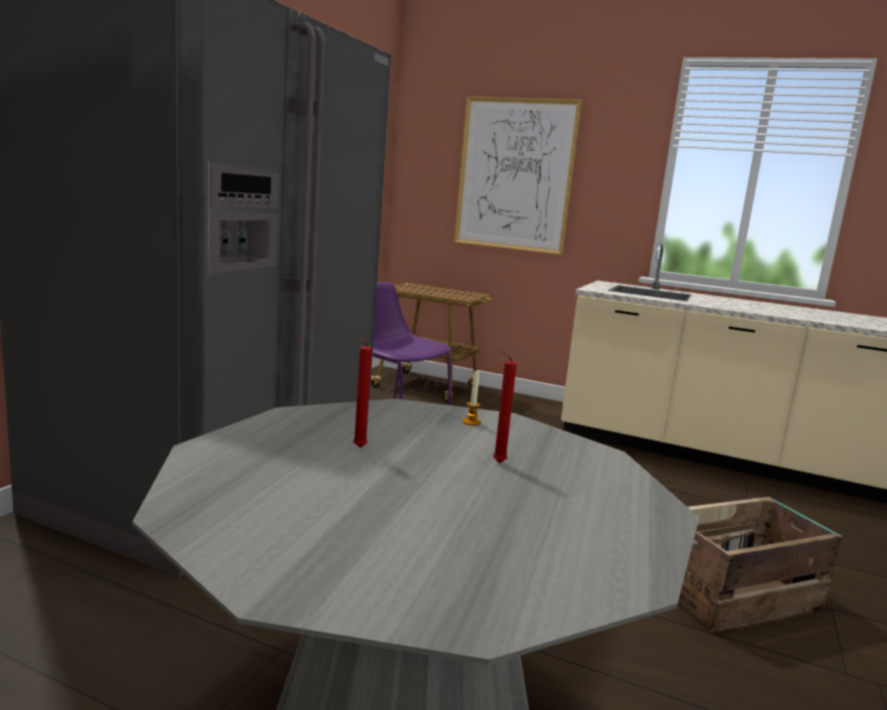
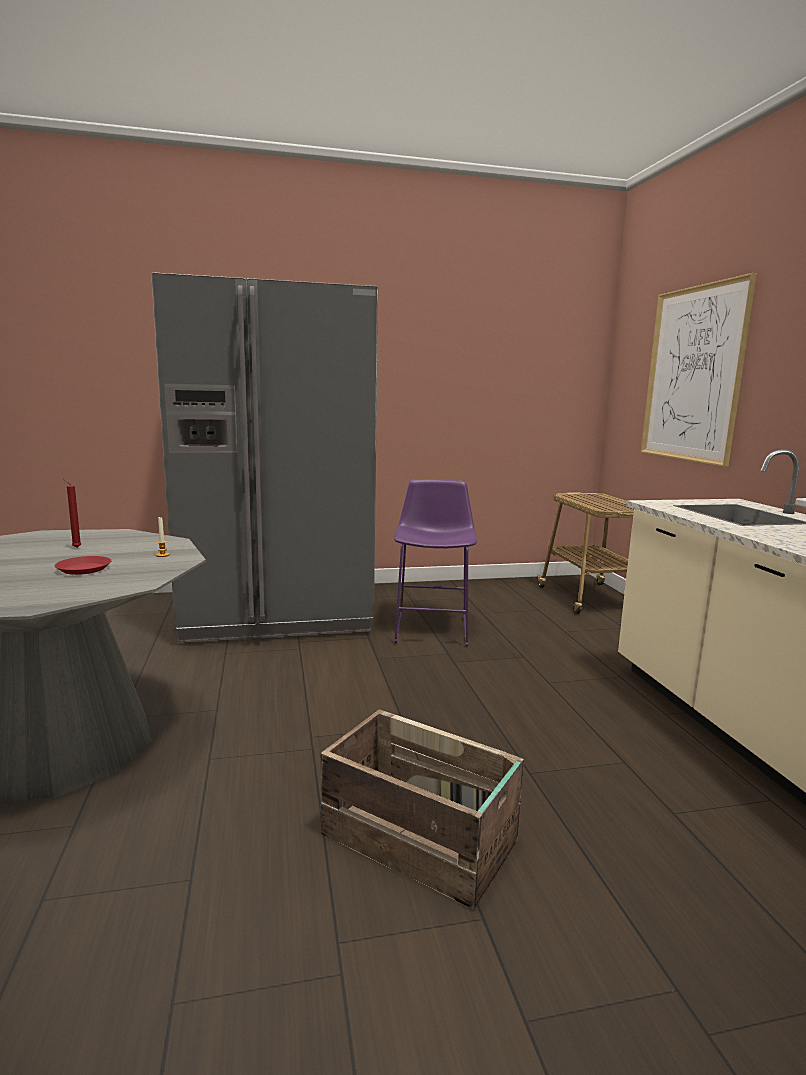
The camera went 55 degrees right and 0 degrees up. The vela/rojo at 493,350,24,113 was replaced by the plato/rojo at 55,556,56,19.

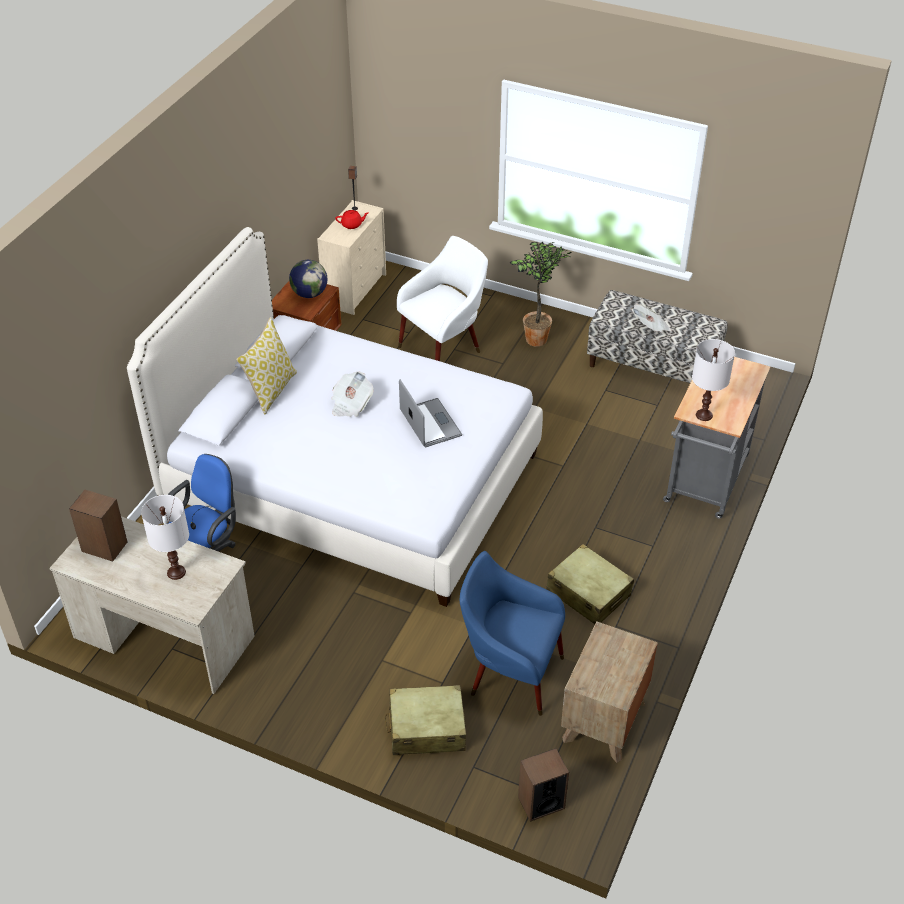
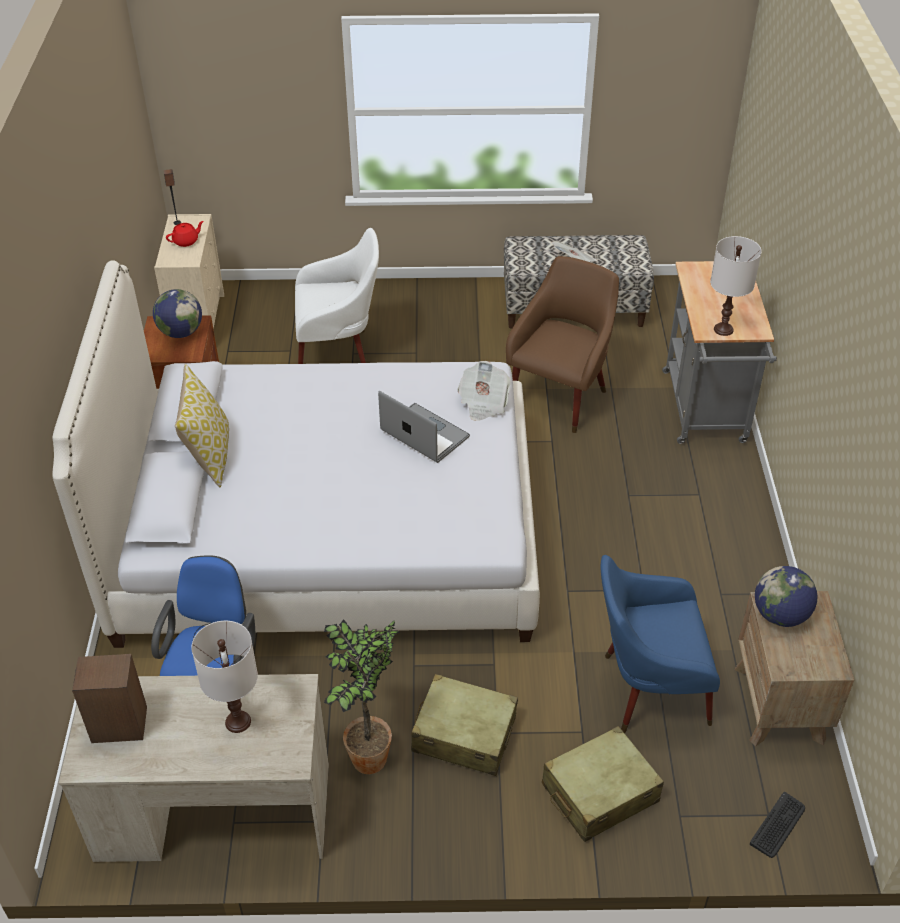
The camera went 25 degrees left and 0 degrees up. The sillón/blanco at 397,236,91,125 turned 60 degrees clockwise. The planta en maceta moved from 509,242,62,105 to 324,619,76,155. The periódico moved from 331,371,42,46 to 457,361,54,60. The maleta/beis moved from 546,544,88,80 to 411,674,107,102. The altavoz at 518,748,51,74 was replaced by the teclado at 750,792,55,66. The sillón/marrón at 506,256,113,177 appeared. The globo terráqueo at 755,566,62,61 appeared.

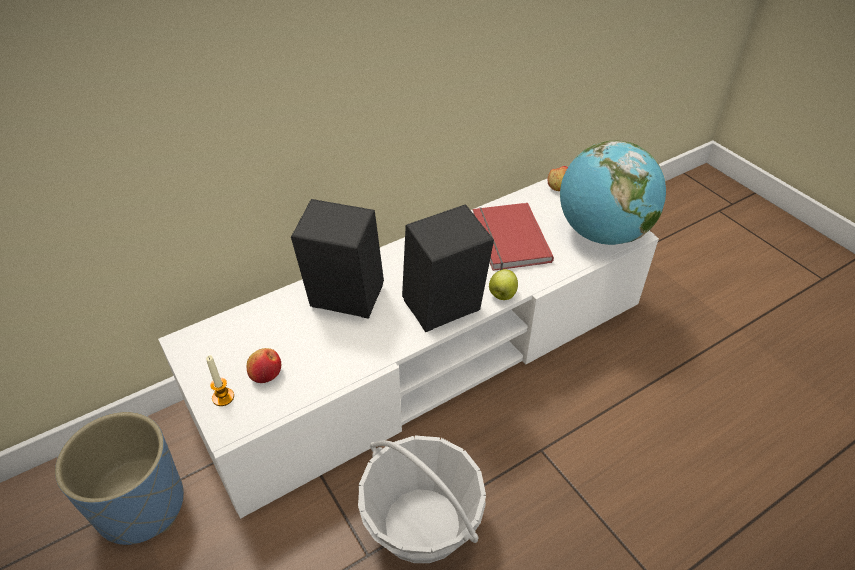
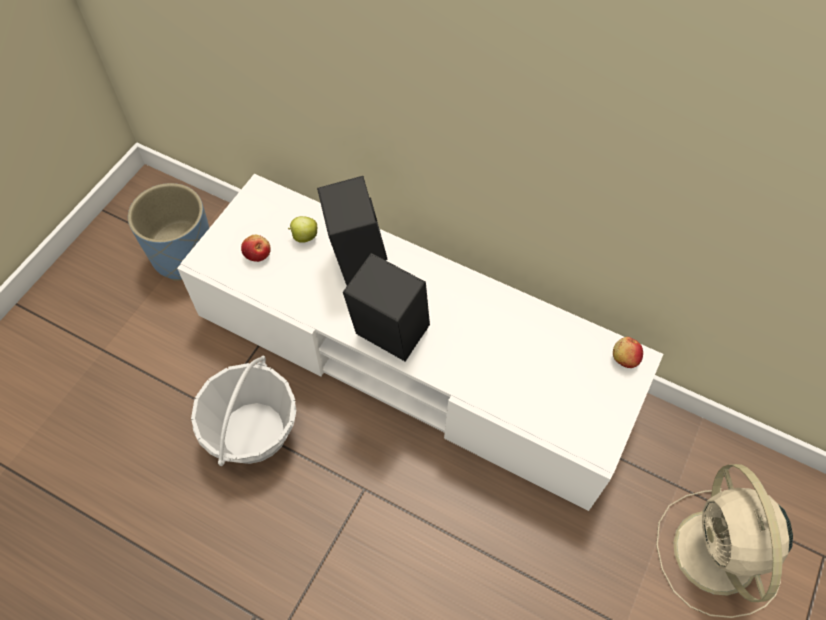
The camera went 60 degrees right and 15 degrees up. The globo terráqueo at 560,140,106,105 disappeared. The libro/rojo at 473,203,81,68 disappeared. The manzana moved from 489,269,29,31 to 288,216,29,27. The vela at 206,355,28,51 disappeared. The ventilador/beis at 656,464,137,154 appeared.

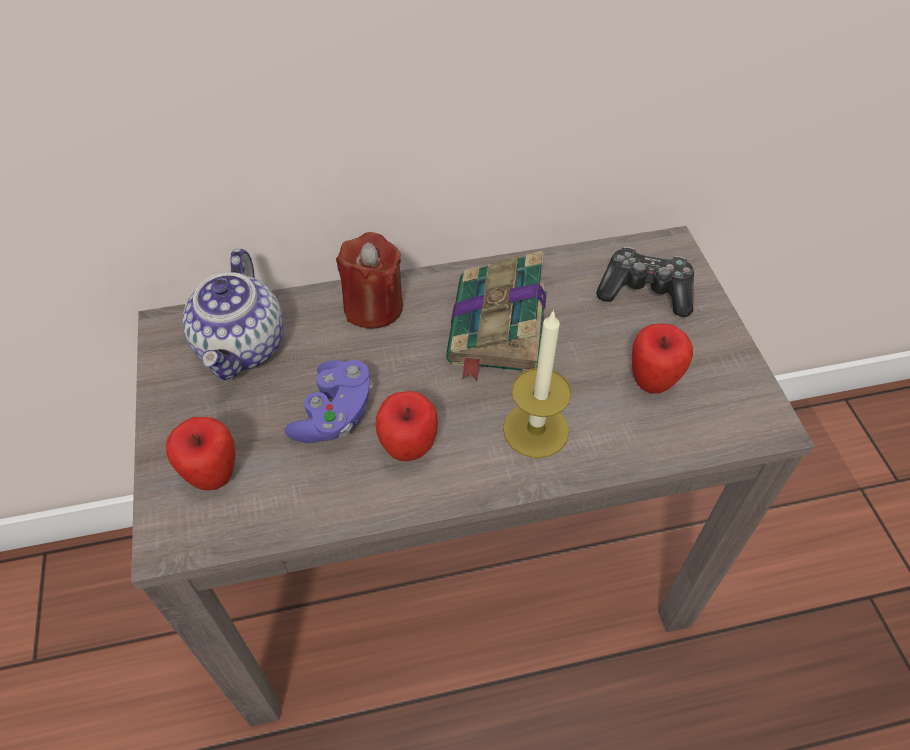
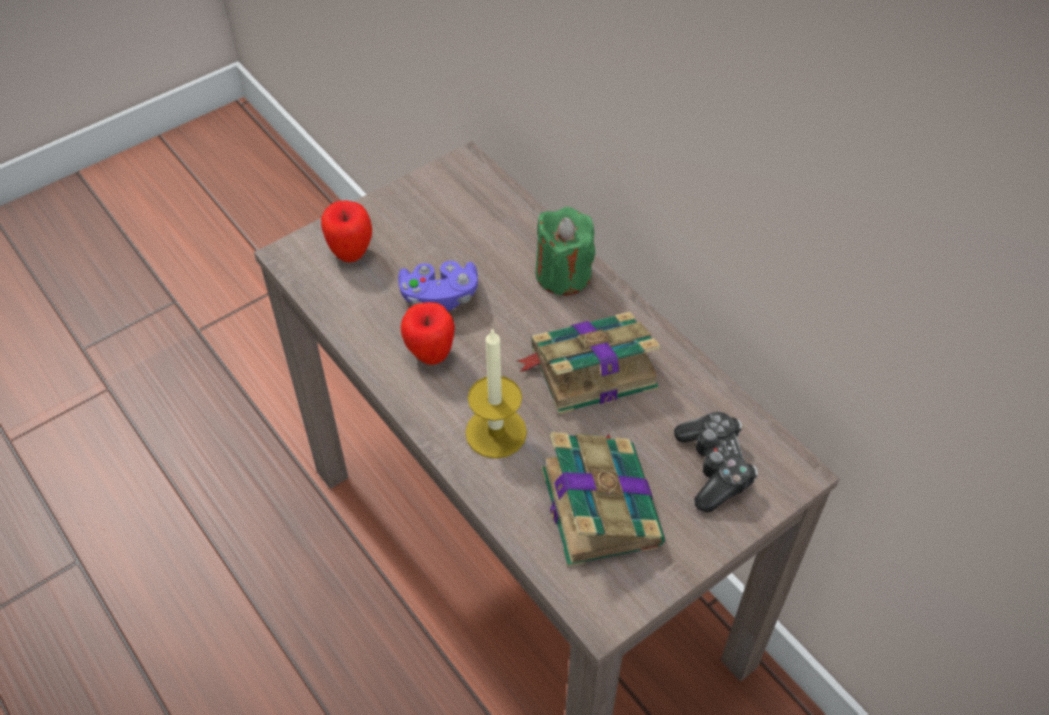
The camera went 65 degrees right and 0 degrees up. The vela/rojo at 336,232,67,97 became the vela/verde at 535,207,61,88. The tetera at 183,249,101,131 disappeared. The manzana at 632,323,61,71 was replaced by the libro at 541,432,124,135.

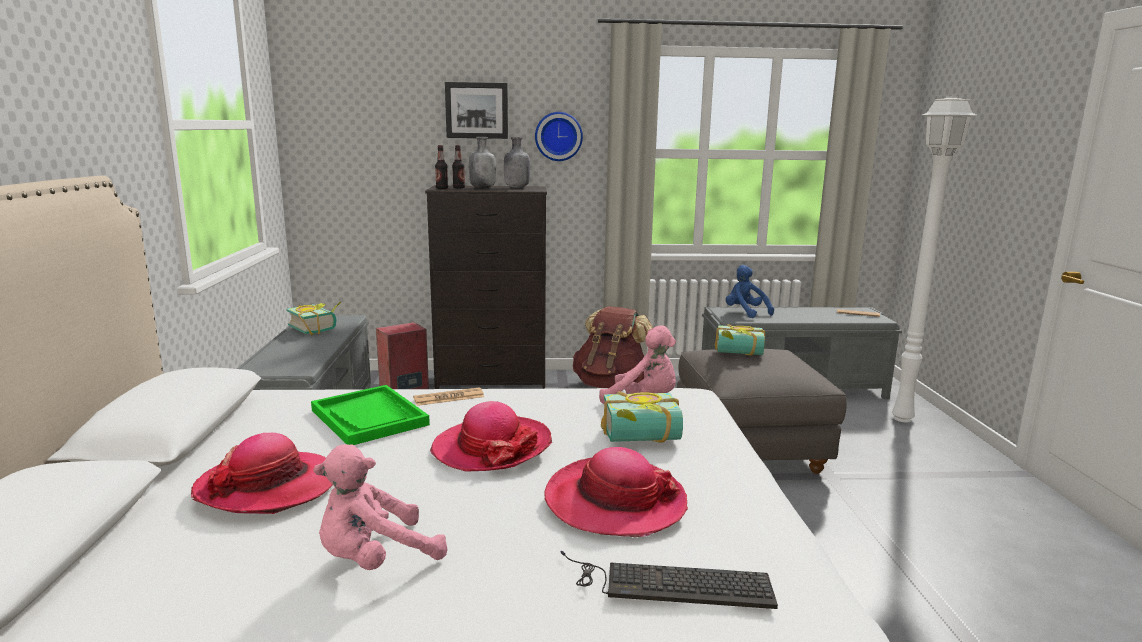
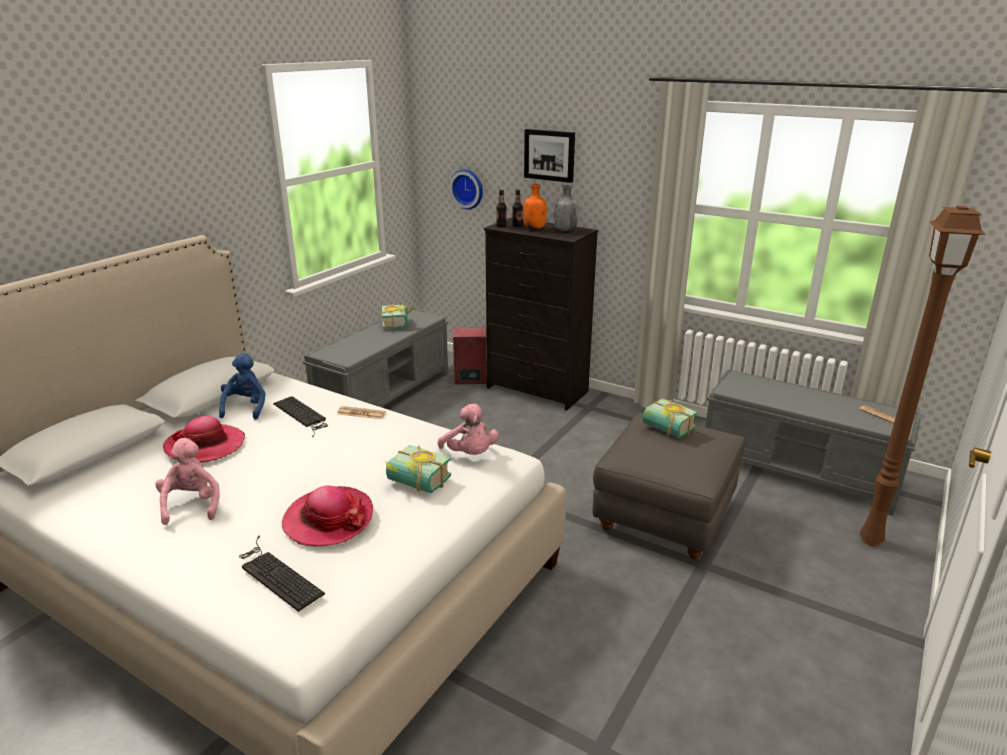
The camera went 35 degrees right and 10 degrees up. The lámpara de pie/blanco at 892,96,85,326 became the lámpara de pie/marrón at 860,206,127,340. The reloj de pared moved from 535,112,48,49 to 450,169,33,41. The botella/gris at 469,137,27,52 became the botella/naranja at 523,184,24,45. The peluche/azul moved from 726,265,48,53 to 219,353,47,66. The mochila/marrón at 573,306,80,82 disappeared. The bandeja/verde at 311,385,119,60 was replaced by the teclado at 273,396,55,42. The sombrero at 430,401,122,71 disappeared. The peluche/rosa at 313,444,135,126 turned 75 degrees clockwise.

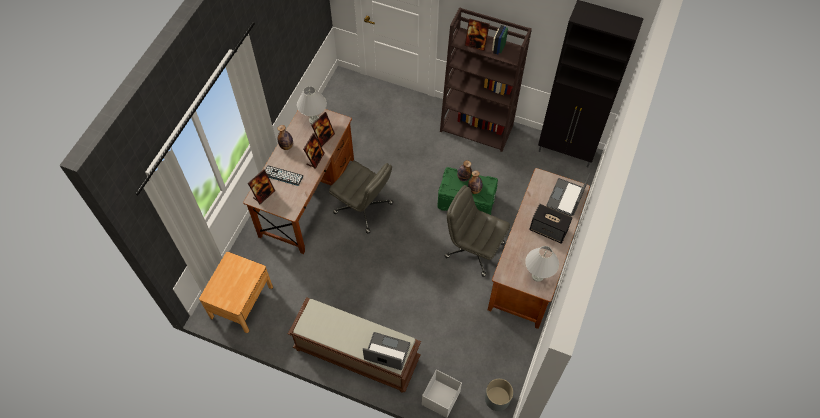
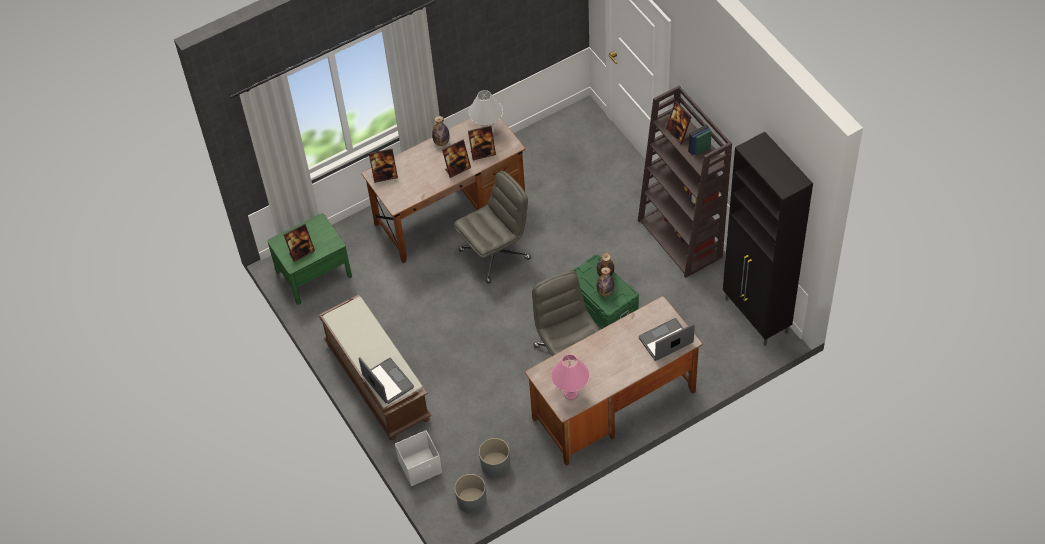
The camera went 40 degrees right and 5 degrees down. The silla de oficina/gris at 329,161,64,73 turned 105 degrees counterclockwise. The teclado at 265,166,38,20 disappeared. The altavoz at 529,204,44,40 disappeared. The lámpara de mesa/blanco at 525,246,34,36 became the lámpara de mesa/rosa at 551,354,39,46. The mesita de noche/marrón at 199,252,74,81 became the mesita de noche/verde at 267,213,85,91. The portarretratos at 284,224,31,38 appeared. The maceta/gris at 479,438,31,39 appeared.

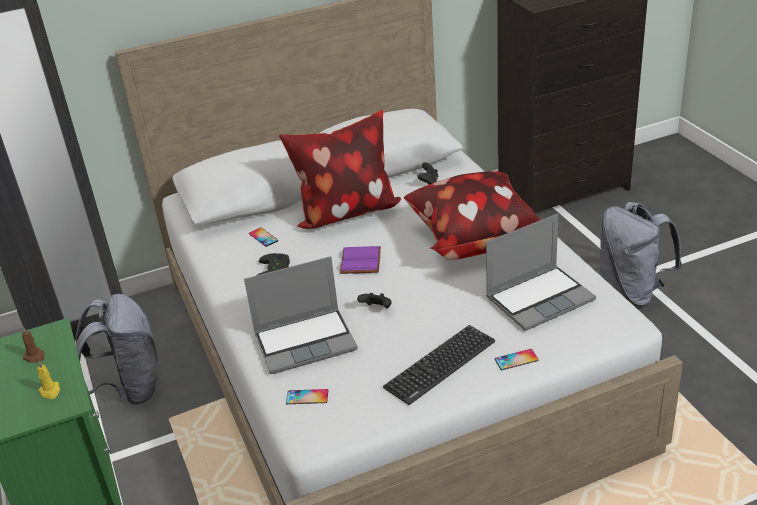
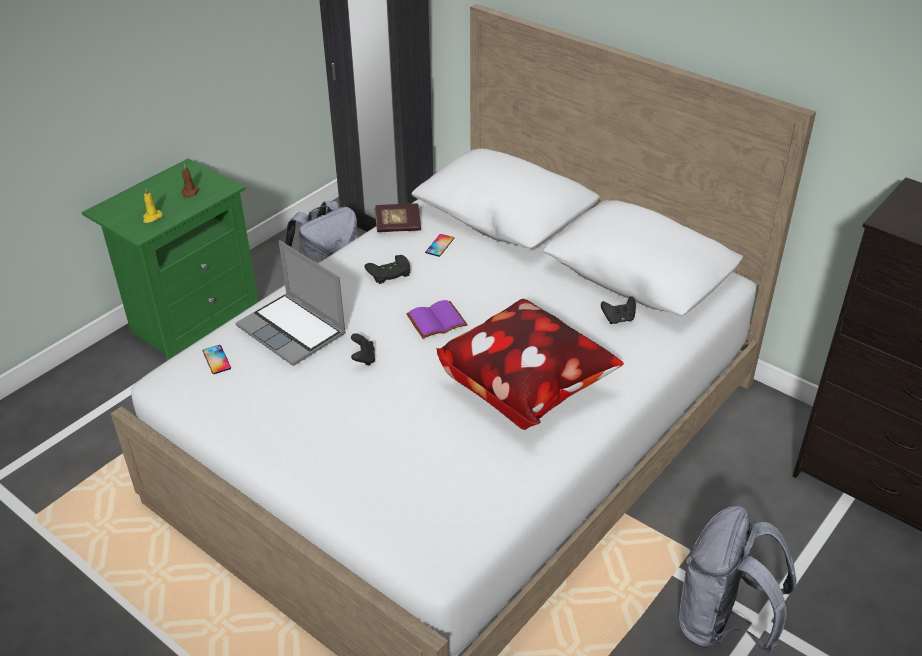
The camera went 60 degrees right and 5 degrees up. The cojín at 279,110,122,119 disappeared. The portátil at 486,214,110,117 disappeared. The teclado at 383,325,112,80 disappeared. The móvil at 495,349,44,21 disappeared. The libro at 375,203,46,29 appeared.

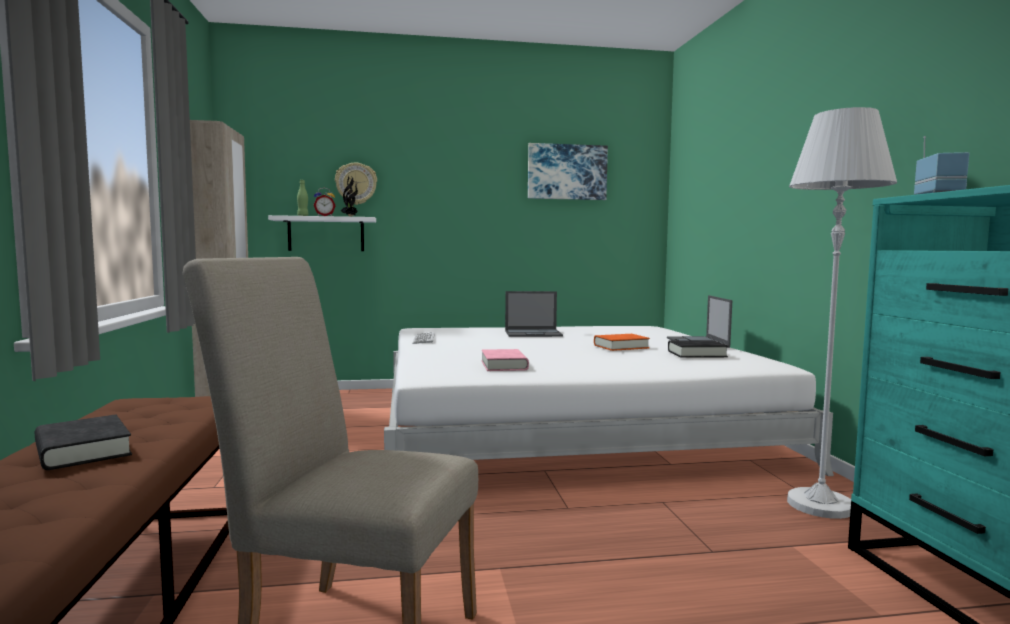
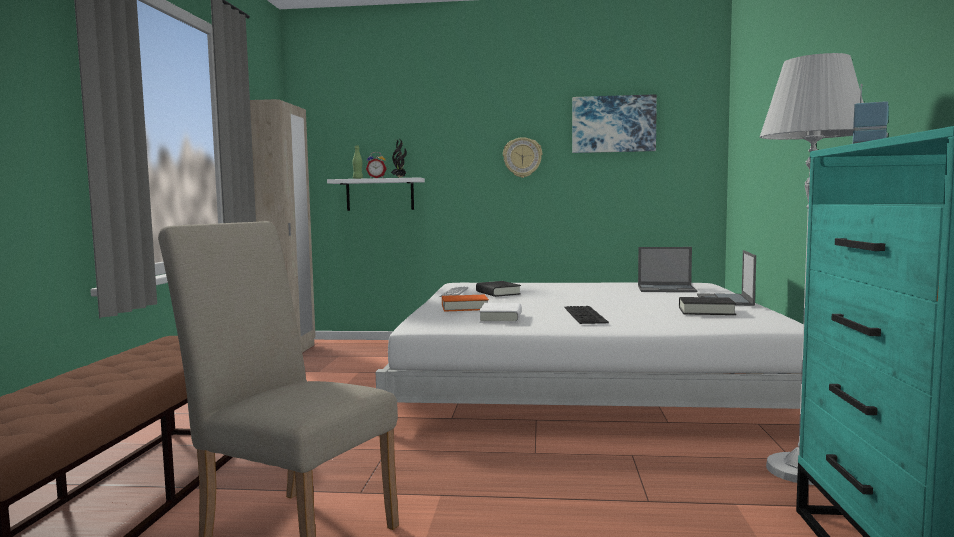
The camera went 15 degrees right and 0 degrees up. The reloj de pared moved from 335,163,42,42 to 503,137,39,41. The portátil moved from 505,291,58,46 to 638,247,59,45. The libro/naranja moved from 594,334,56,17 to 442,295,47,17. The libro/rosa at 482,349,47,22 became the libro/blanco at 479,303,43,20. The libro/negro moved from 35,414,97,56 to 476,281,45,16. The teclado at 565,306,44,18 appeared.

